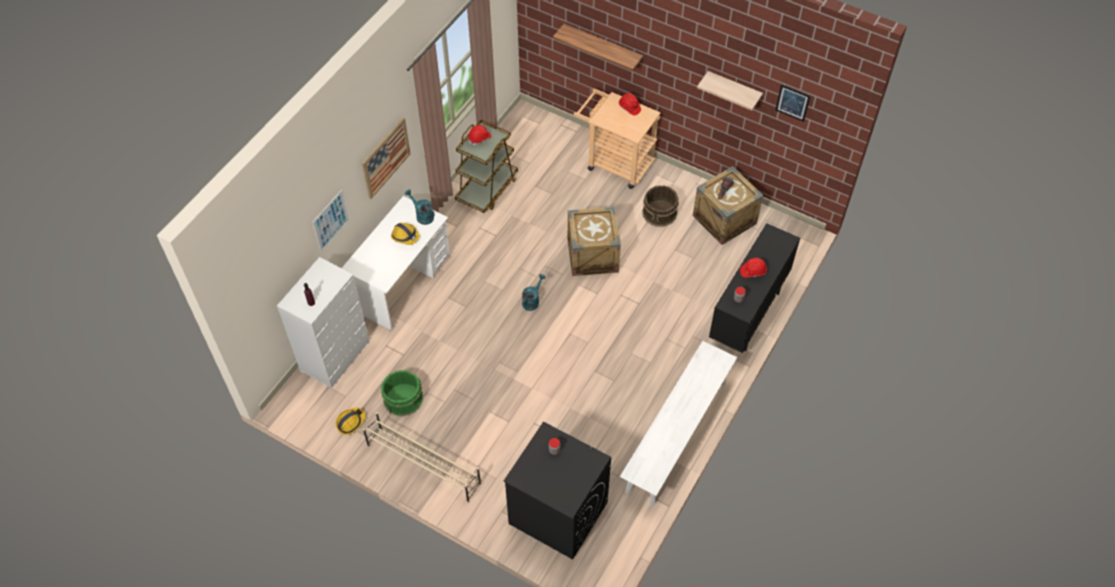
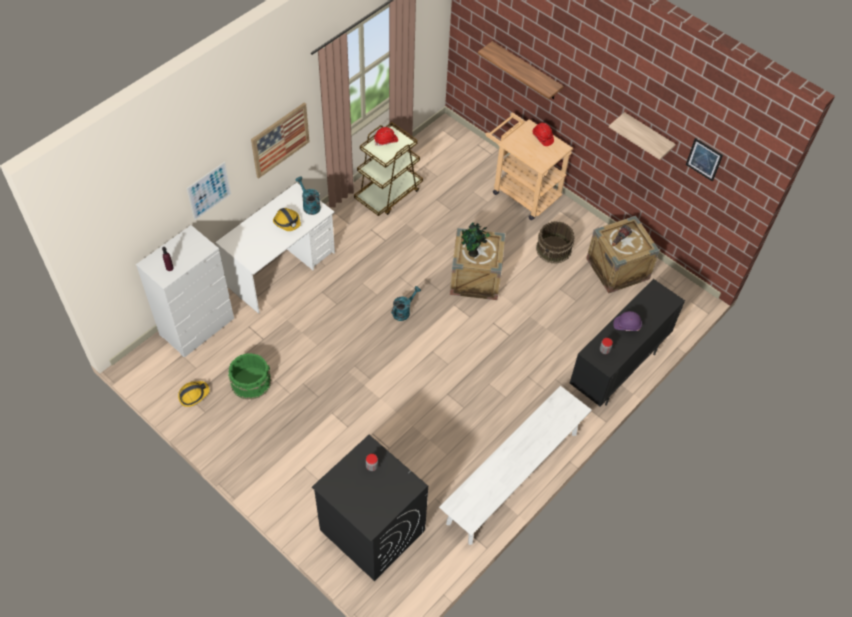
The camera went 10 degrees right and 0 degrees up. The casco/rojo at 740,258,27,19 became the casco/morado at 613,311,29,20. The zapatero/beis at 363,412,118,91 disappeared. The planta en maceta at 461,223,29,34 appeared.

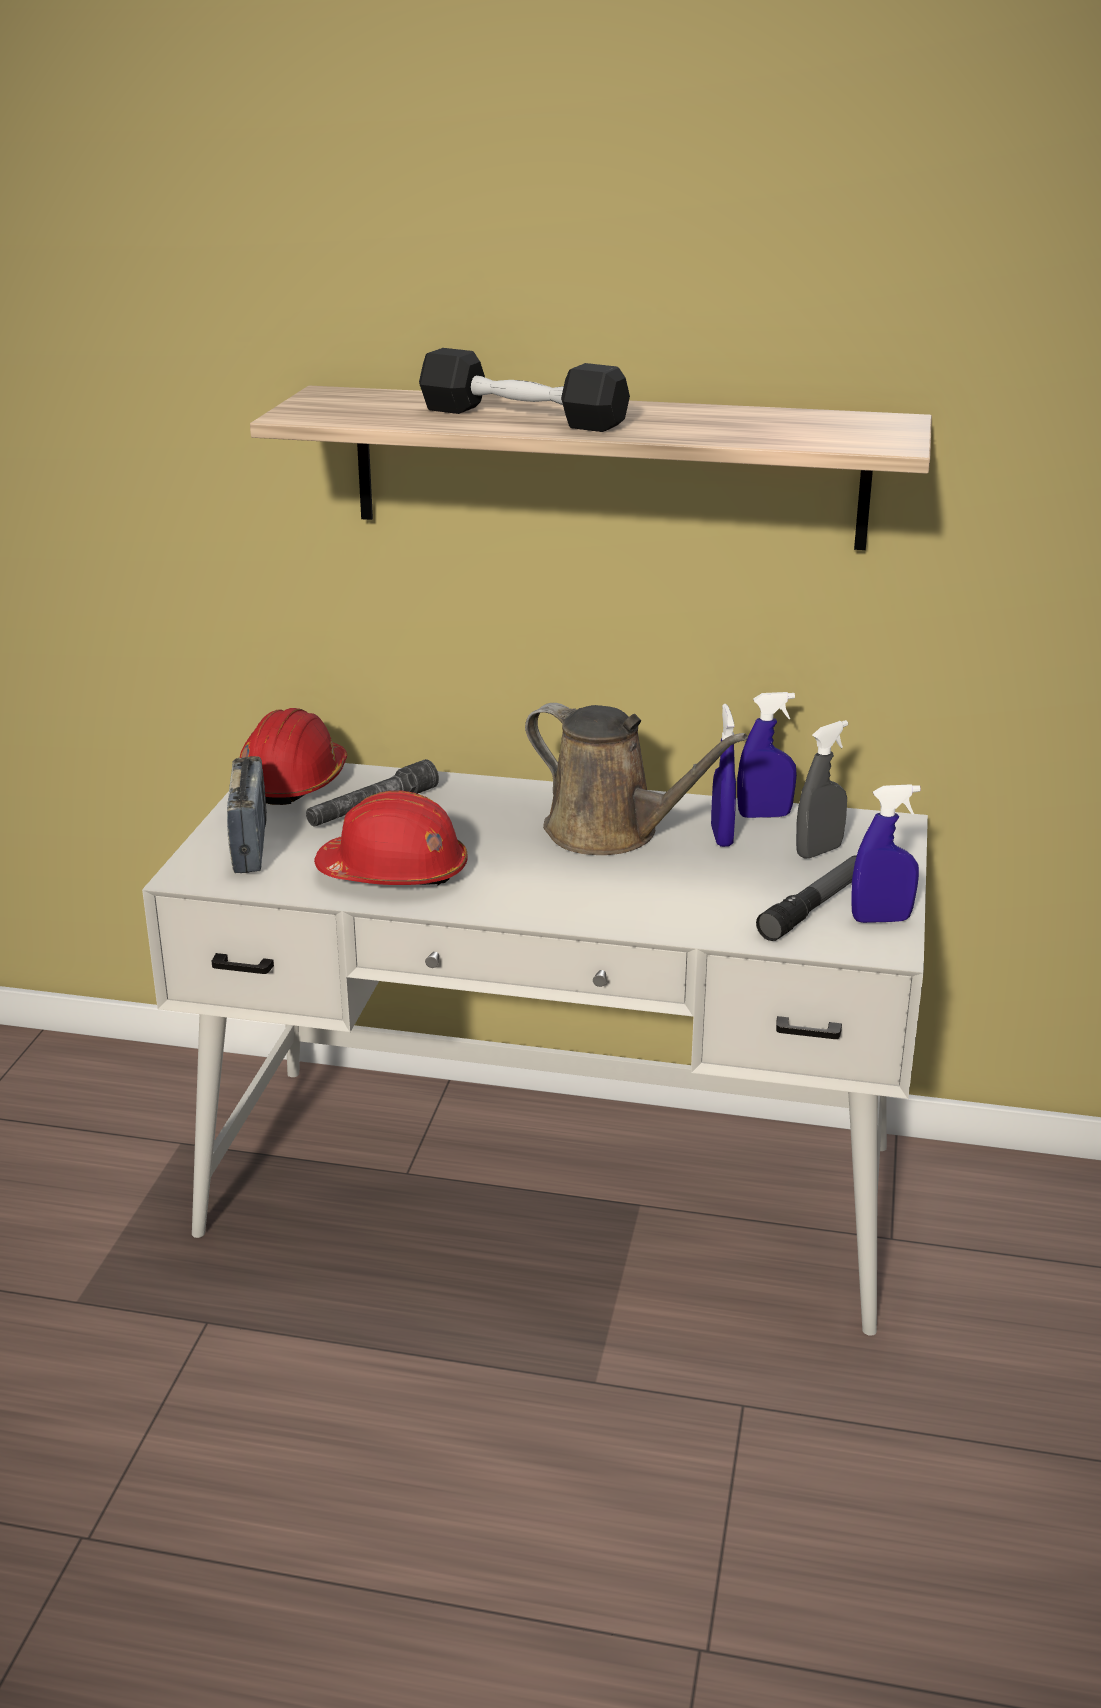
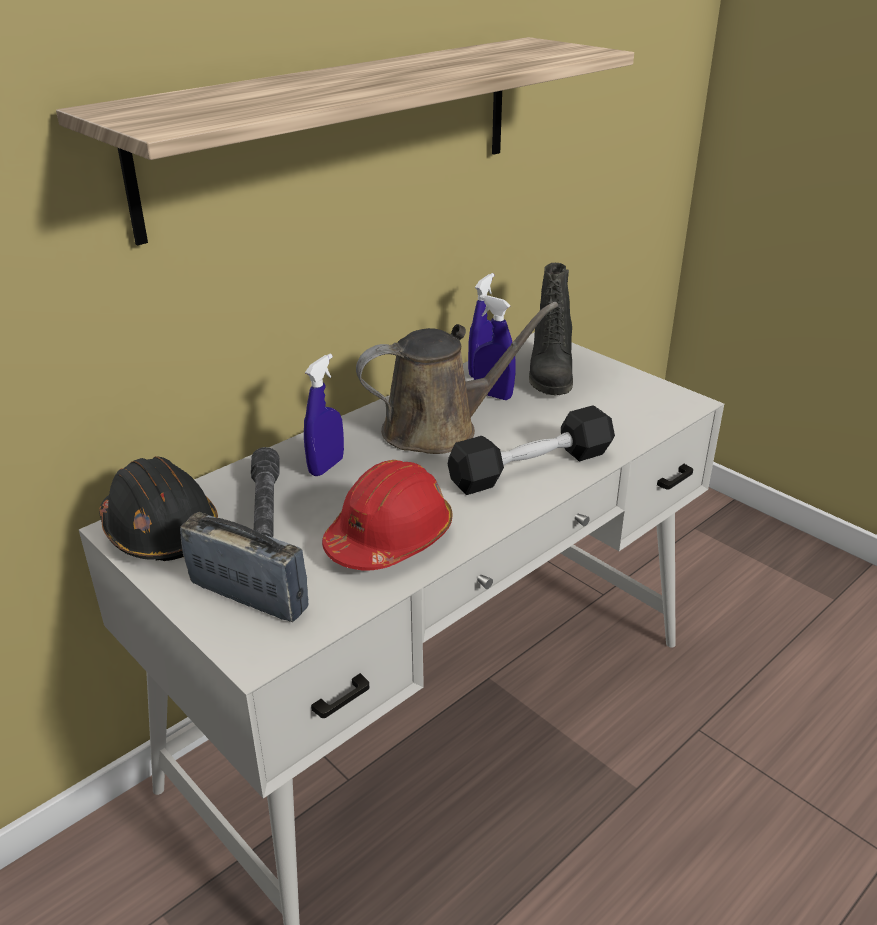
The camera went 55 degrees left and 5 degrees up. The mancuerna/negro moved from 419,348,211,84 to 448,405,167,90. The casco/rojo at 240,708,107,97 became the casco/negro at 99,456,119,105. The pulverizador/gris at 796,720,52,139 was replaced by the bota/negro at 529,263,44,132. The pulverizador/azul moved from 851,784,69,139 to 304,353,40,123. The linterna at 756,855,101,86 disappeared.

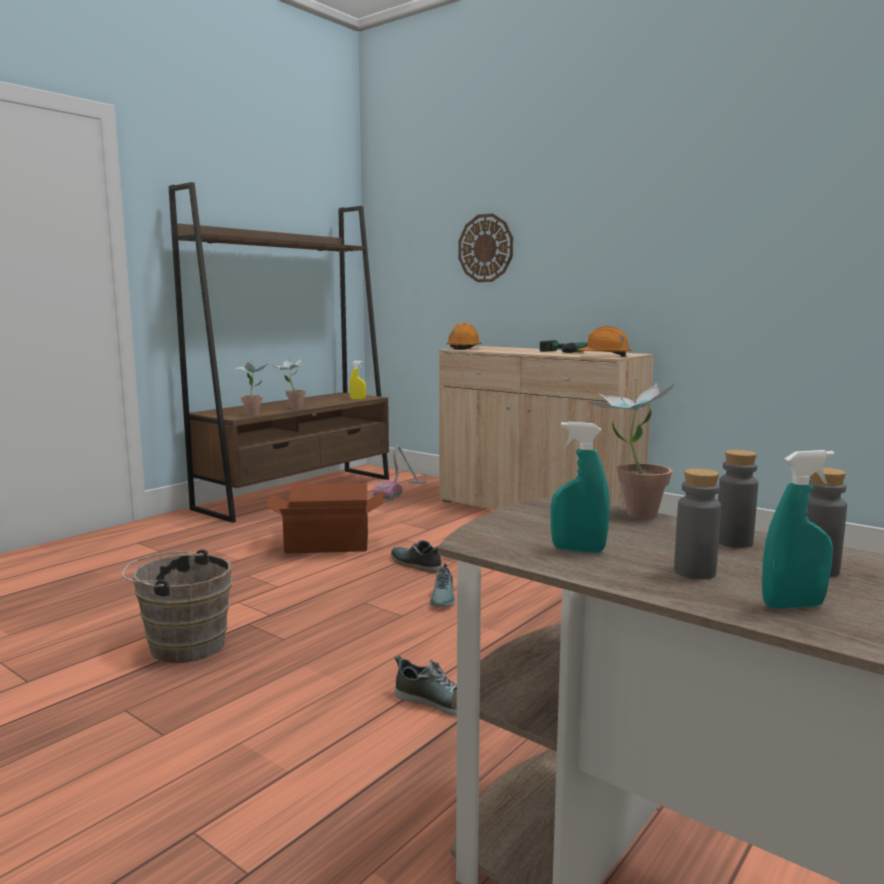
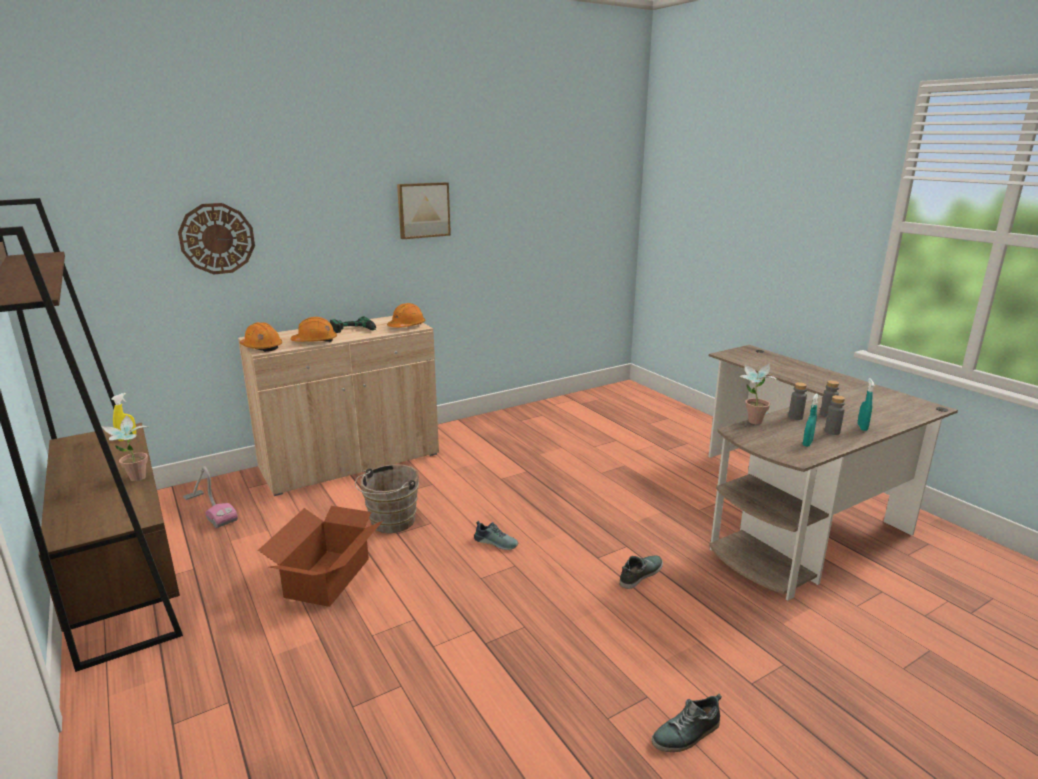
The camera went 70 degrees left and 10 degrees up. The planta en maceta at 235,360,32,56 disappeared. The zapato moved from 391,540,51,33 to 652,694,70,58. The cubo/marrón moved from 122,549,110,114 to 355,464,64,69. The cuadro at 397,182,54,57 appeared. The casco/naranja at 291,317,46,25 appeared.

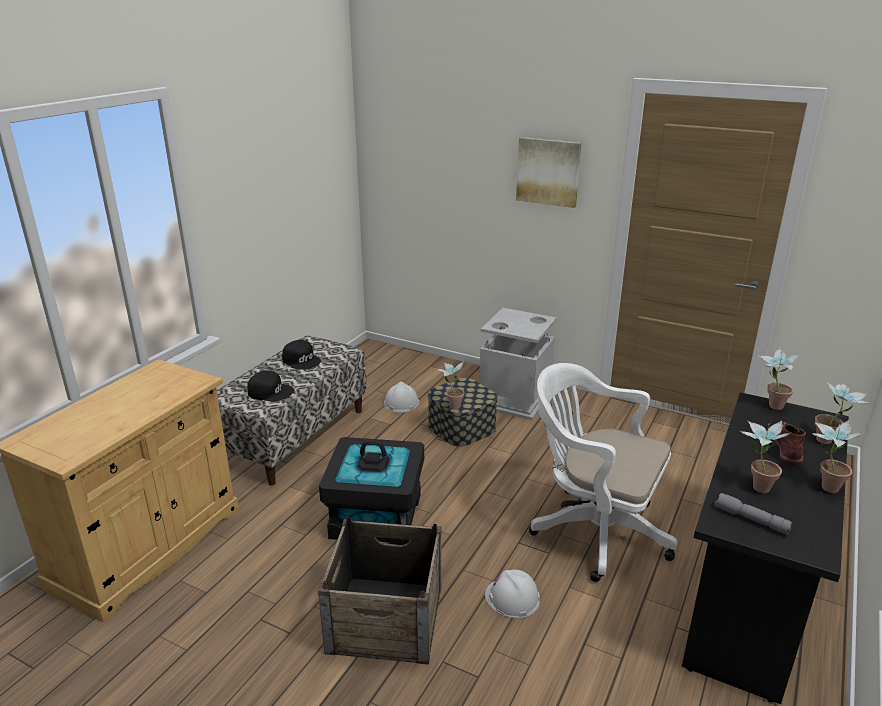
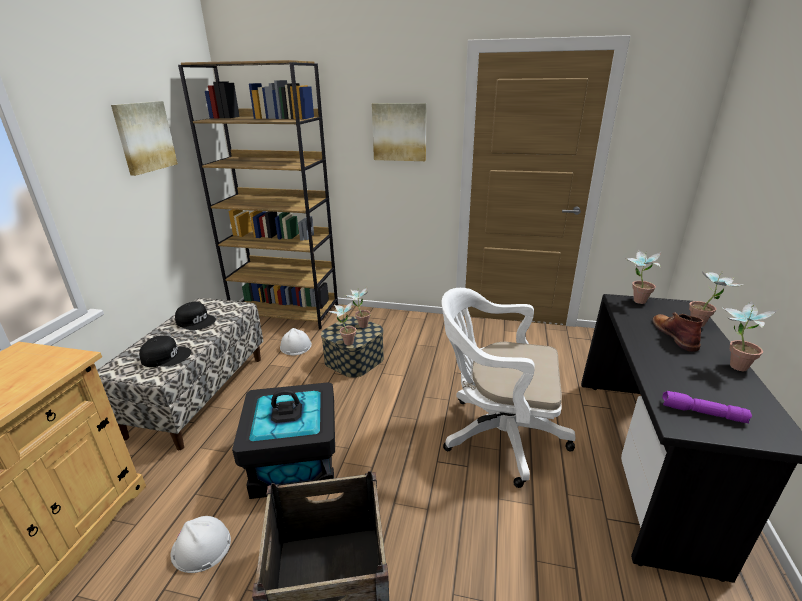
The camera went 15 degrees left and 0 degrees up. The papelera/gris at 479,308,78,112 disappeared. The planta en maceta moved from 740,420,50,73 to 345,287,26,41. The linterna/gris at 714,493,79,41 became the linterna/morado at 662,391,90,32. The casco/blanco moved from 485,570,55,48 to 170,516,61,57. The estantería/marrón at 178,60,160,269 appeared. The cuadro at 111,101,67,75 appeared.

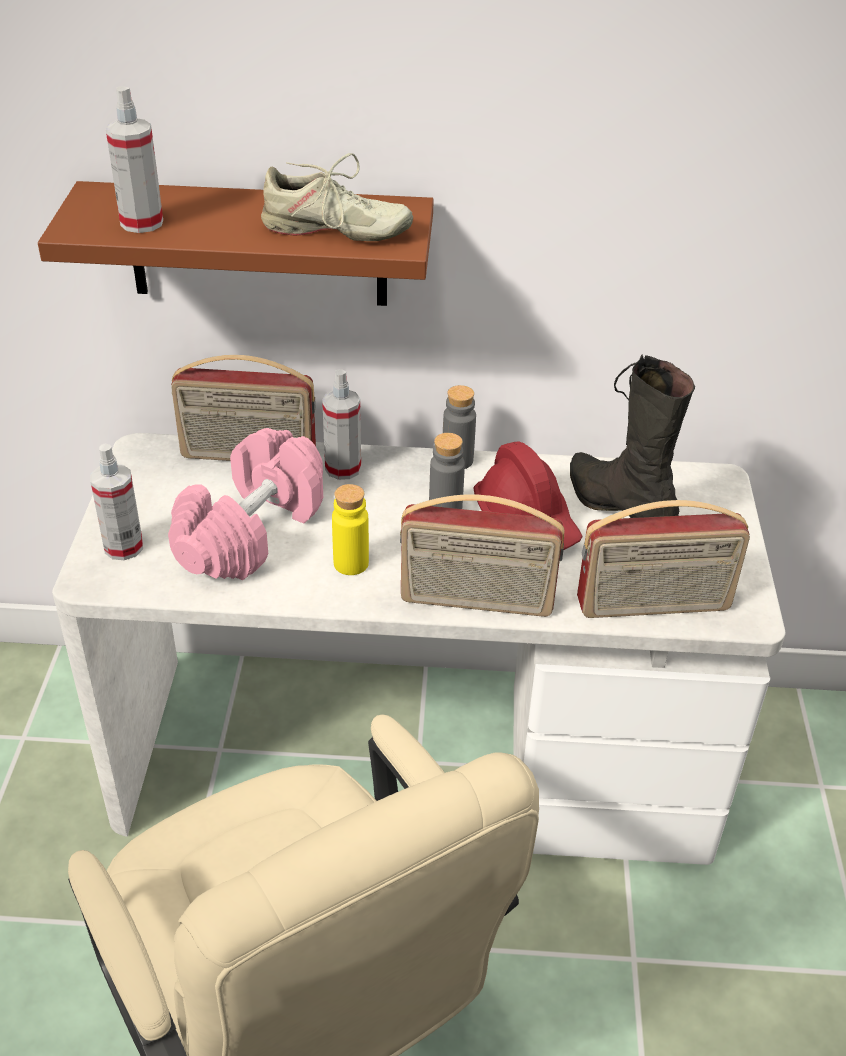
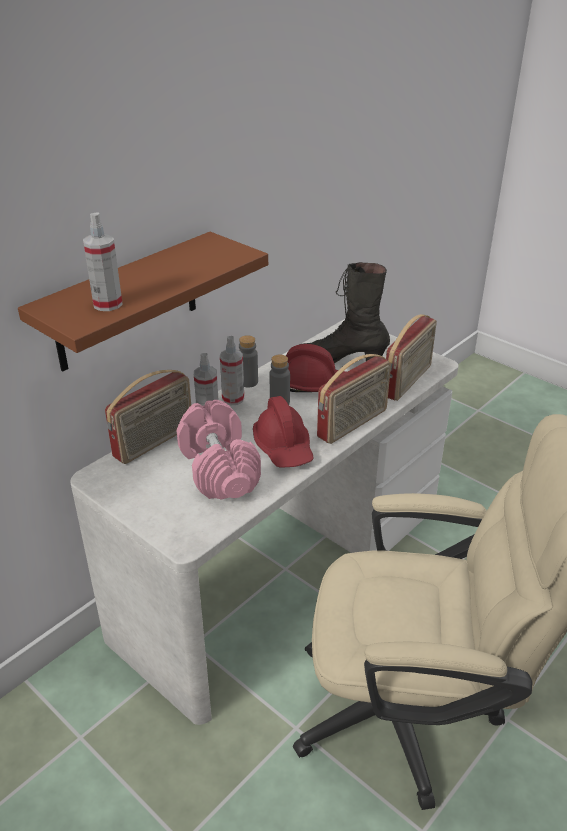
The camera went 50 degrees left and 5 degrees down. The zapato/beis at 261,153,152,88 disappeared. The pulverizador moved from 90,444,53,116 to 220,336,24,69. The botella/amarillo at 332,484,37,91 was replaced by the casco/rojo at 253,396,61,72.

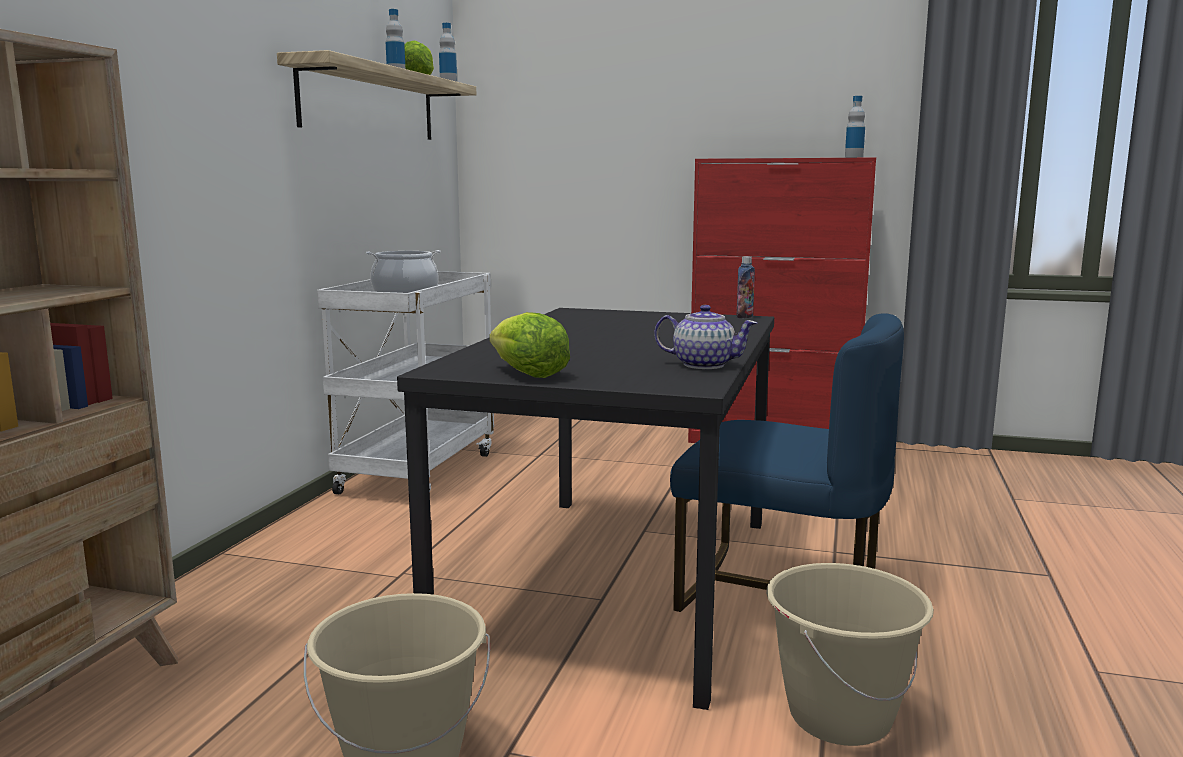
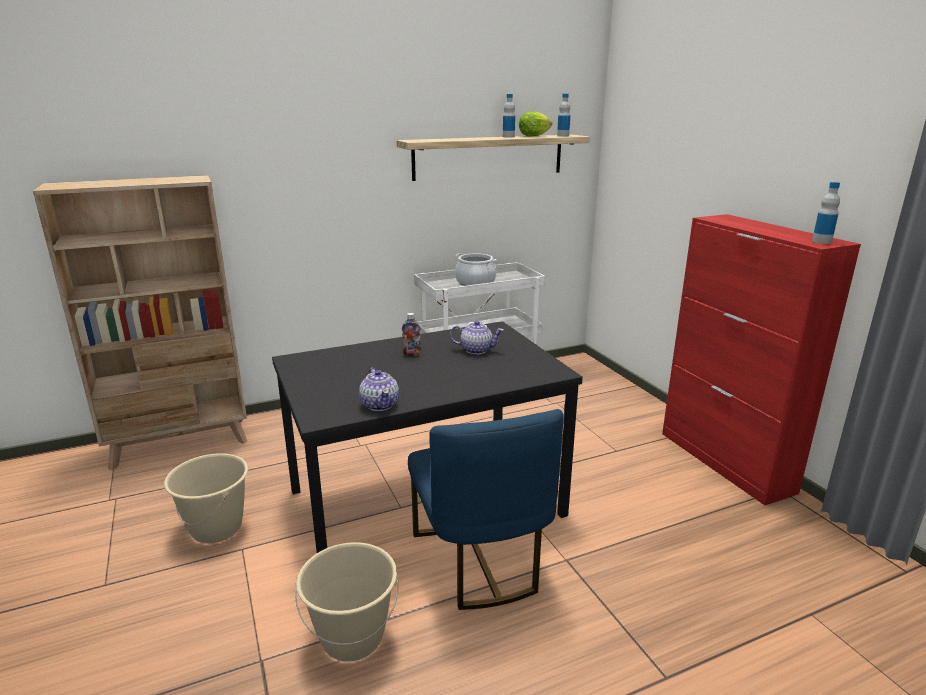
The camera went 50 degrees right and 10 degrees up. The botella moved from 736,256,19,62 to 402,313,19,43. The lechuga at 489,312,81,66 disappeared. The tetera at 450,321,54,33 appeared.

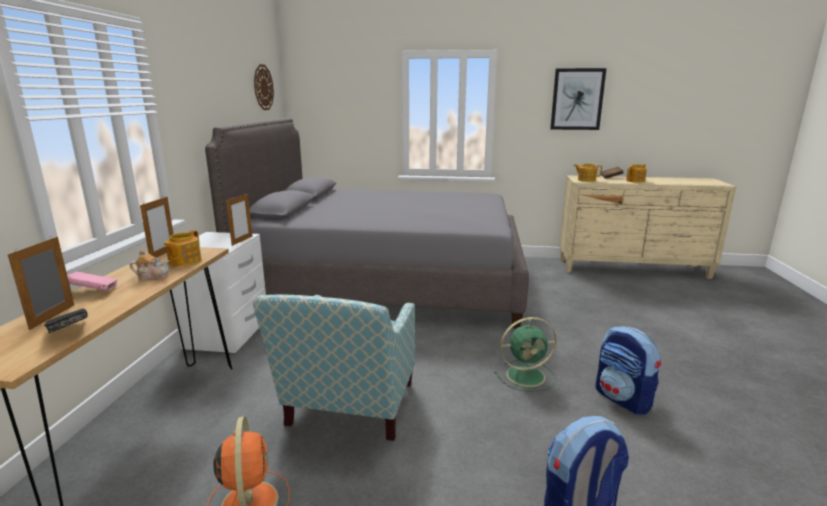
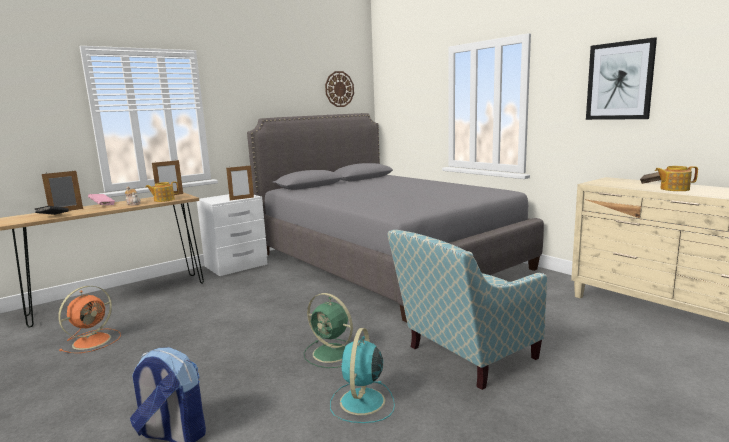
The camera went 45 degrees right and 5 degrees down. The tetera at 574,164,28,18 disappeared. The sillón moved from 253,295,162,146 to 387,229,160,161. The mochila at 595,326,66,89 was replaced by the ventilador/turquesa at 330,328,65,95.

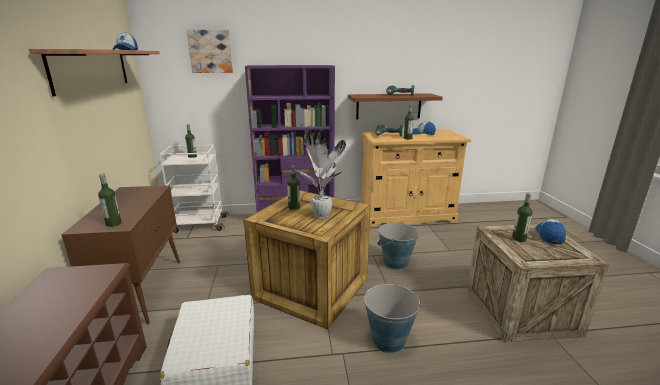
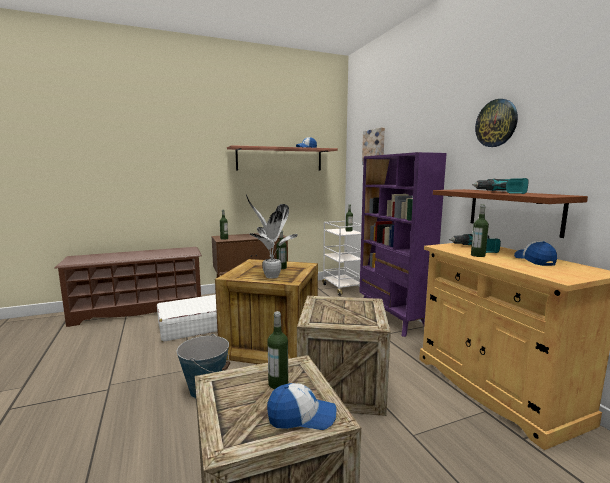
The camera went 75 degrees right and 10 degrees down. The cubo at 377,222,42,48 was replaced by the caja de embalaje at 297,296,94,120. The reloj de pared at 475,99,43,48 appeared.

